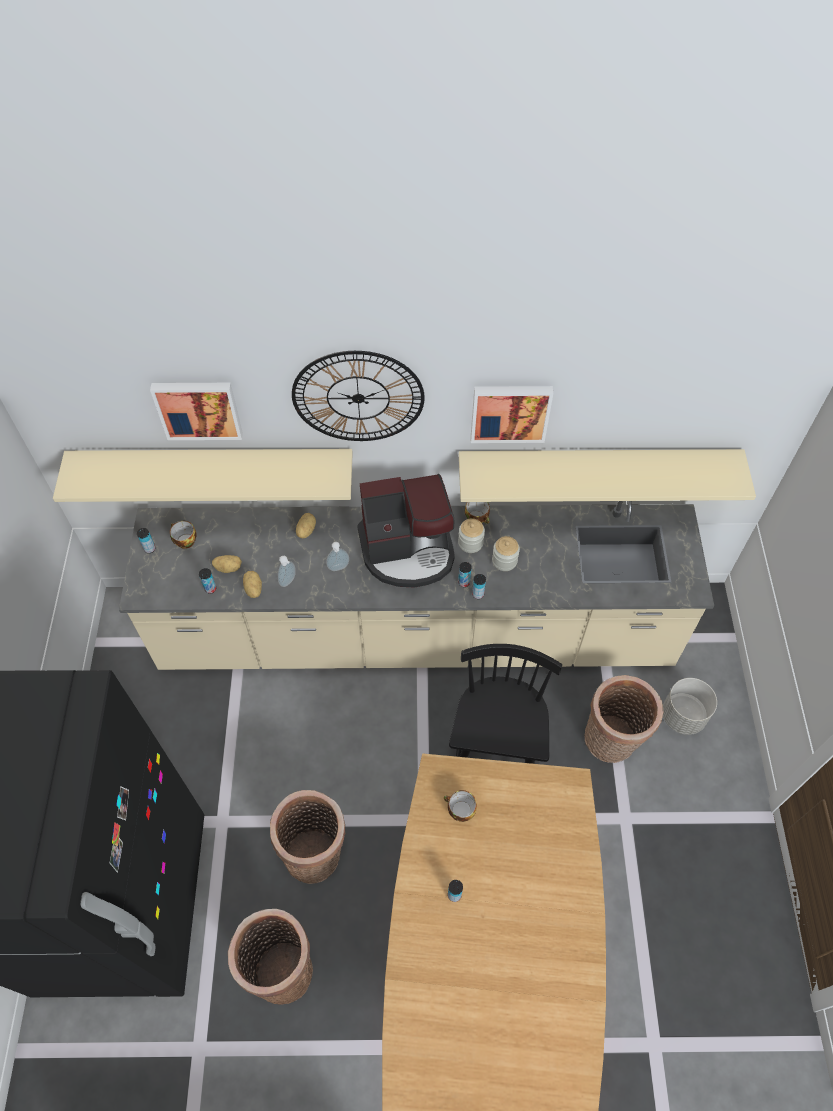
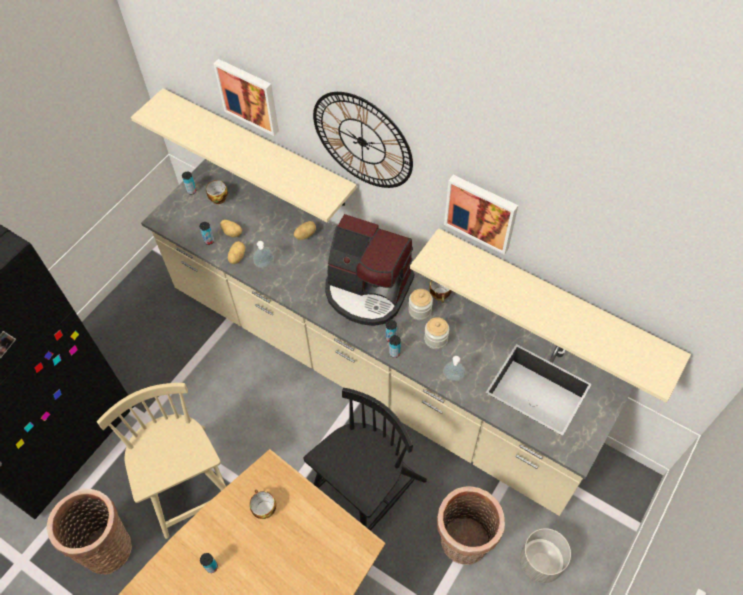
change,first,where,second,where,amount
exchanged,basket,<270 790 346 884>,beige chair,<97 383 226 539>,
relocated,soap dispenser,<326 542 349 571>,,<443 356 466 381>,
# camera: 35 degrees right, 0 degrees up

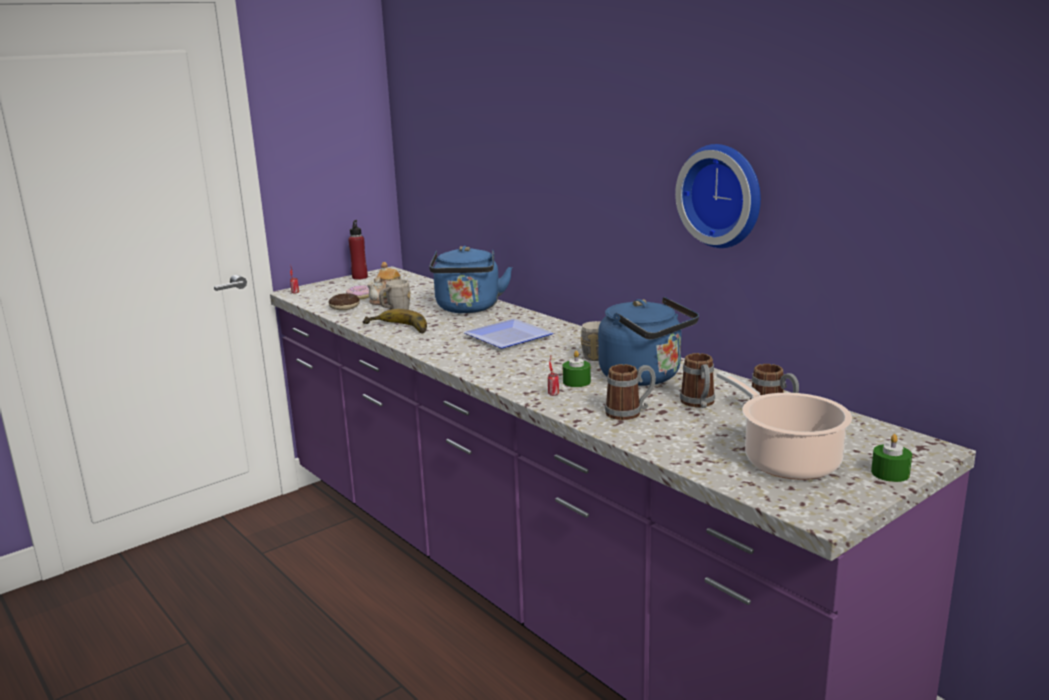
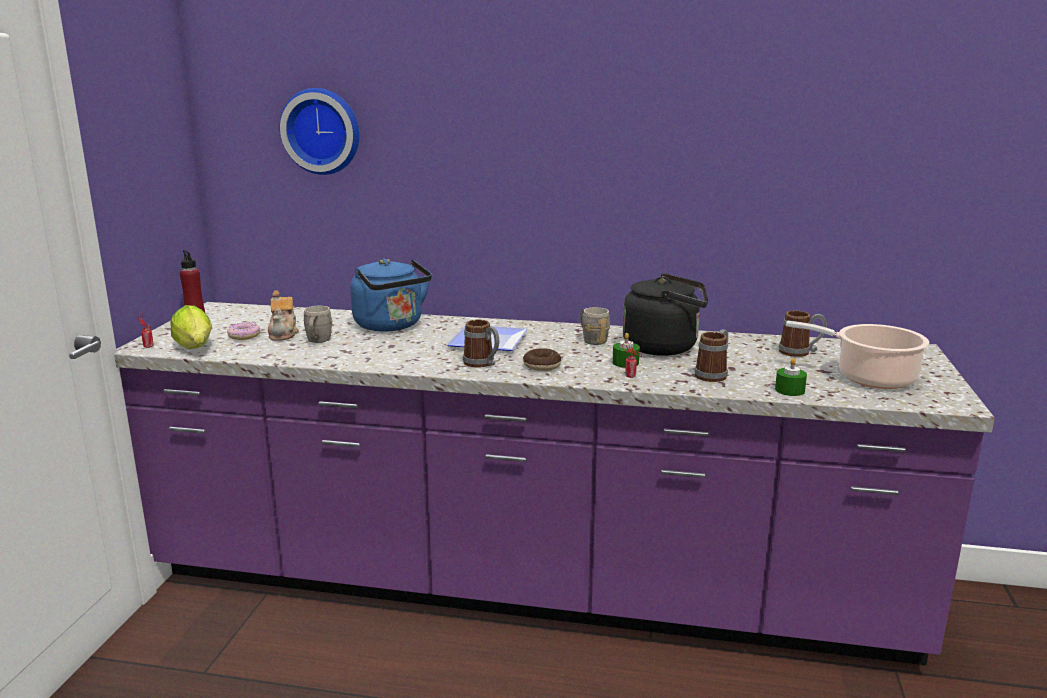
change,first,where,second,where,amount
relocated,donut,<329 293 360 310>,,<523 348 561 371>,
missing,banana,<363 309 427 334>,,,
colour,blue kettle,<598 297 699 386>,black kettle,<623 273 708 356>,
relocated,wall clock,<675 144 761 248>,,<280 88 359 175>,
relocated,mug,<680 353 715 408>,,<463 320 499 368>,
relocated,green candle,<871 434 912 482>,,<775 358 807 396>,
appeared,,,lettuce,<170 305 212 349>,
# camera: 40 degrees left, 0 degrees up

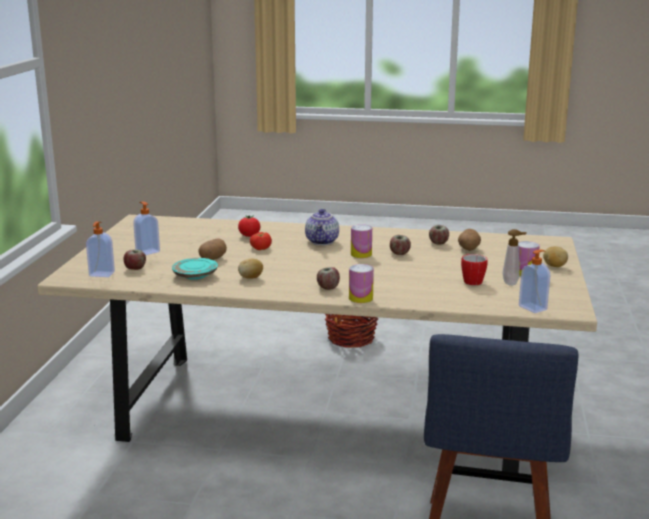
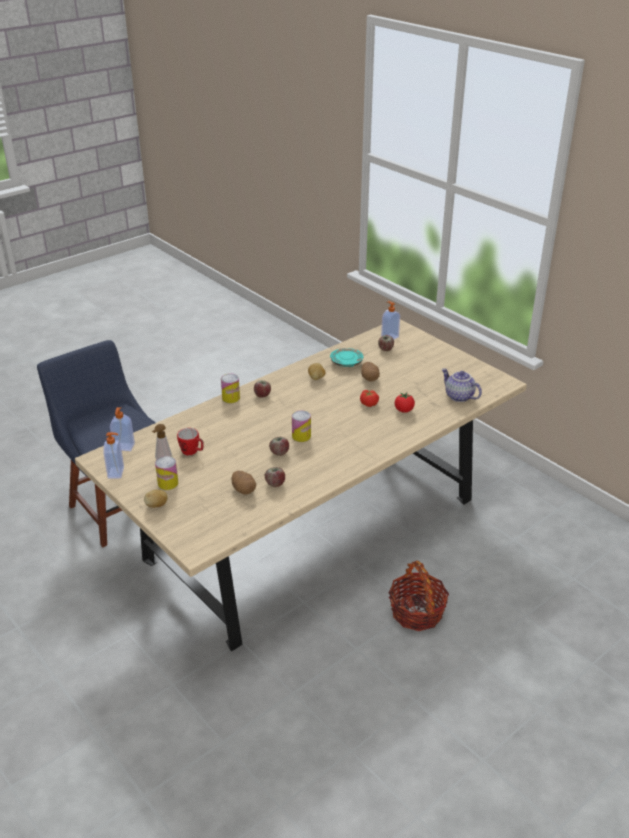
change,first,where,second,where,amount
relocated,soap dispenser,<133 202 160 255>,,<103 432 124 478>,
relocated,teapot,<305 209 339 245>,,<441 368 482 402>,
# camera: 130 degrees right, 15 degrees up

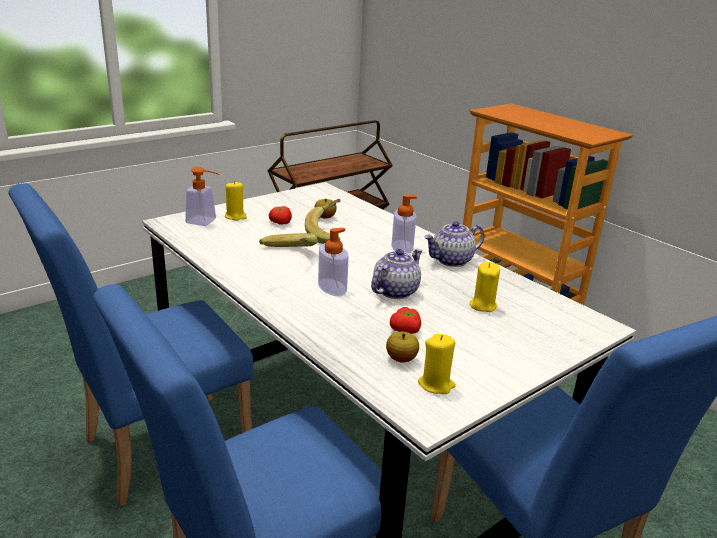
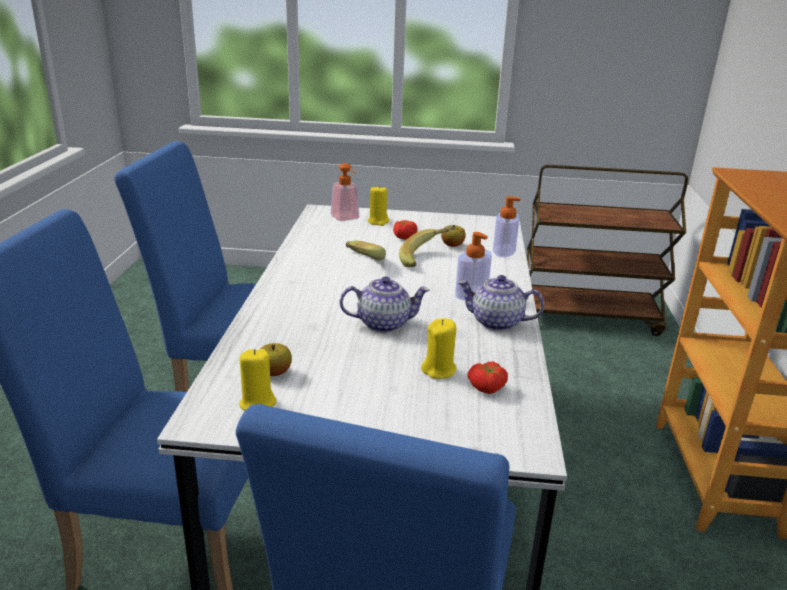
change,first,where,second,where,amount
relocated,soap dispenser,<318 228 349 296>,,<493 196 521 257>,
relocated,tomato,<390 307 421 334>,,<467 362 508 394>,
# camera: 45 degrees right, 0 degrees up

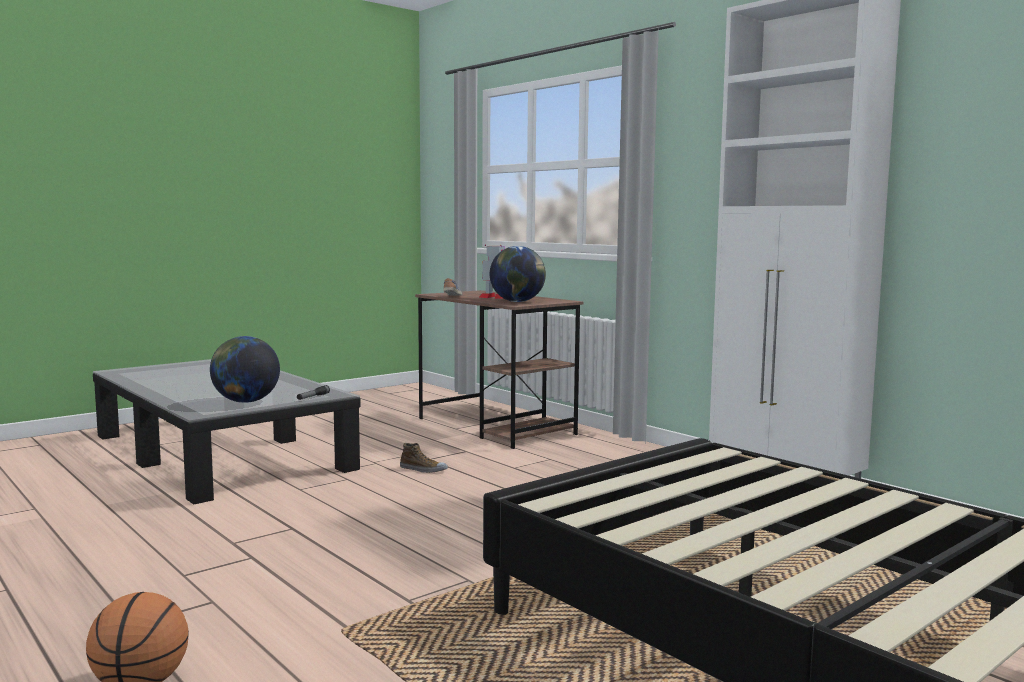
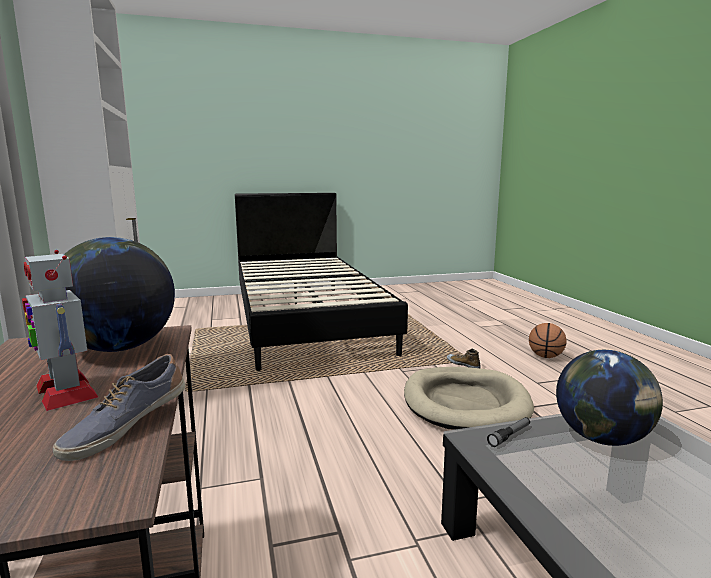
change,first,where,second,where,amount
relocated,shoe,<400 443 448 473>,,<447 349 481 368>,
appeared,,,beige dog bed,<404 367 534 430>,
# camera: 155 degrees left, 5 degrees up

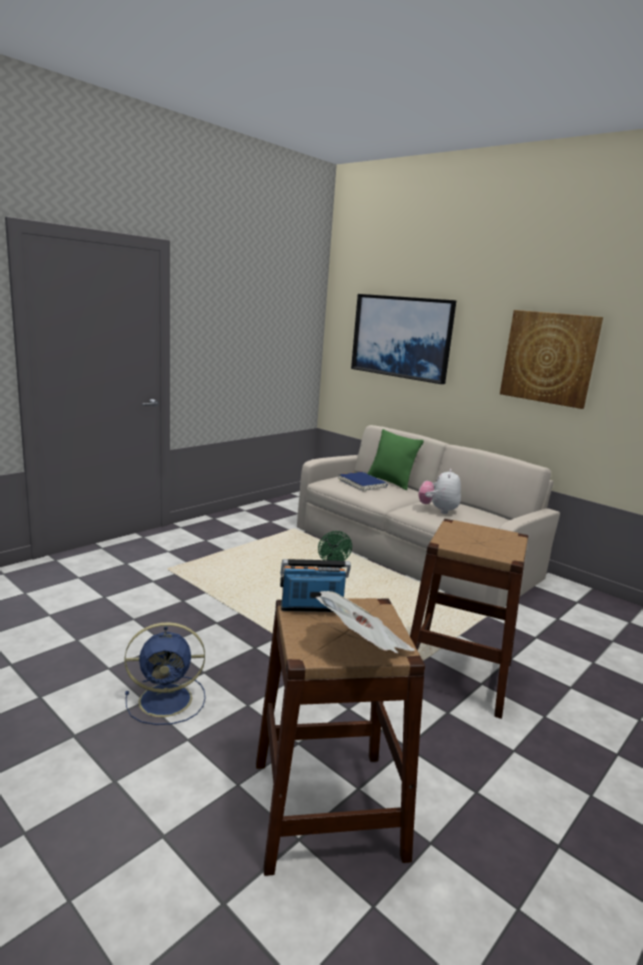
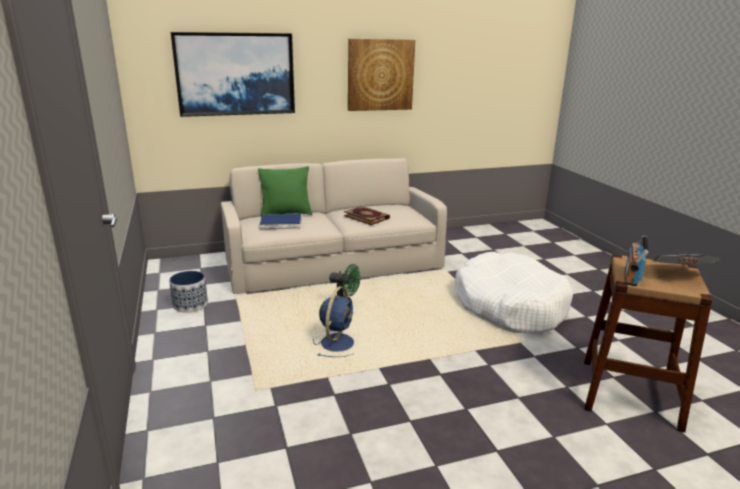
change,first,where,second,where,amount
relocated,blue fan,<124 622 205 725>,,<313 286 354 357>,
exchanged,brown stool,<410 519 528 719>,white dog bed,<455 252 573 334>,
exchanged,plush toy,<419 469 461 514>,book,<344 206 390 225>,
appeared,,,planter,<169 271 208 313>,
# camera: 60 degrees left, 5 degrees up

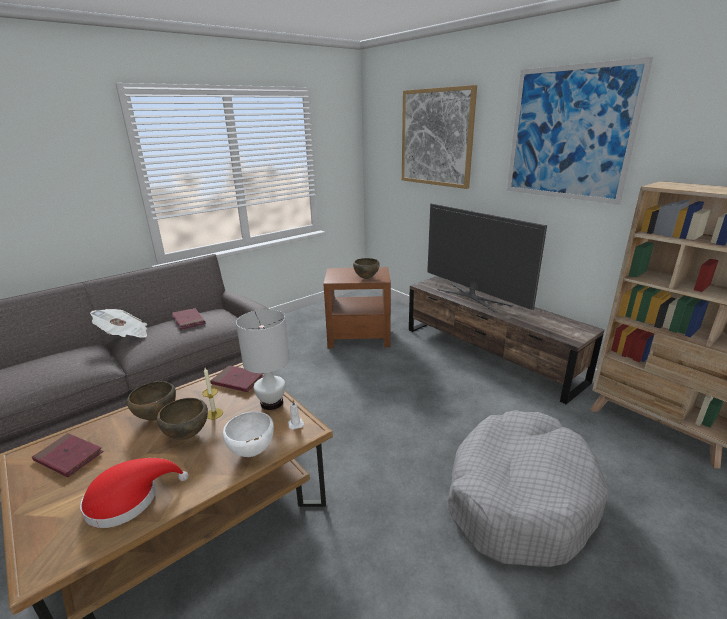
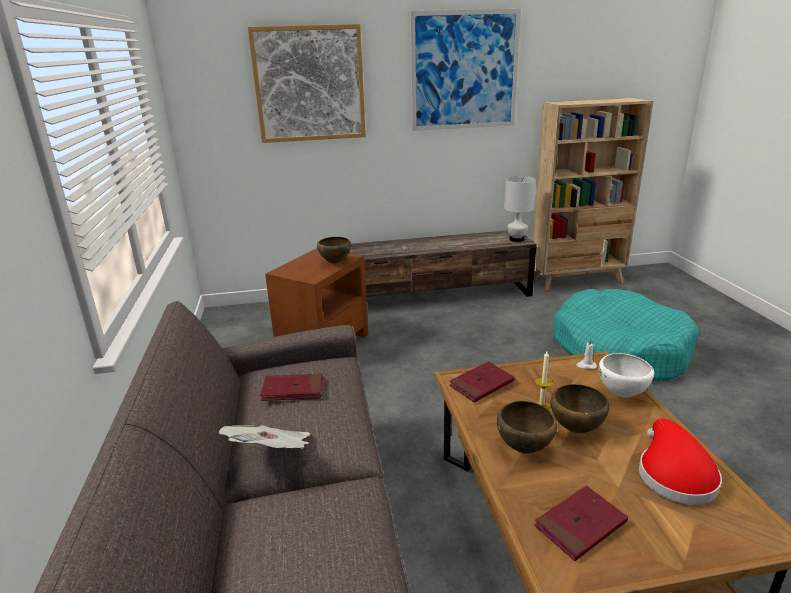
change,first,where,second,where,amount
relocated,white table lamp,<236 309 289 410>,,<504 176 536 242>,
missing,television,<427 203 547 313>,,,
colour,grey dog bed,<448 410 608 567>,turquoise dog bed,<553 289 699 381>,
# camera: 60 degrees left, 0 degrees up

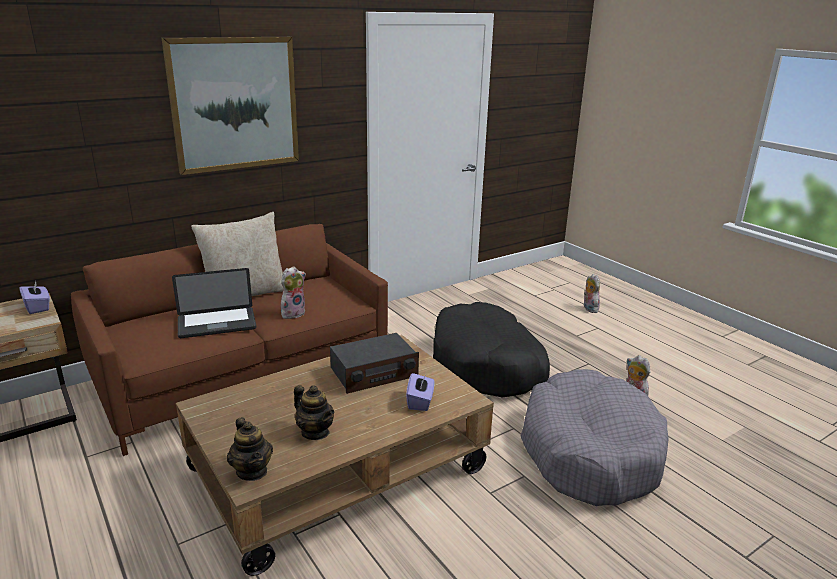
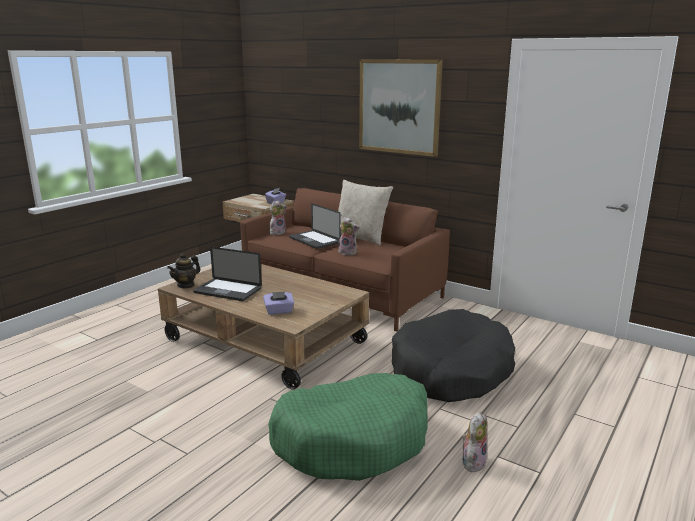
change,first,where,second,where,amount
exchanged,teapot,<294 385 334 440>,laptop,<193 247 262 301>,
missing,radio,<330 333 419 394>,,,
colour,grey dog bed,<520 369 669 506>,green dog bed,<268 373 428 481>,
relocated,plush toy,<584 274 600 313>,,<270 200 287 235>,
# camera: 70 degrees right, 5 degrees down

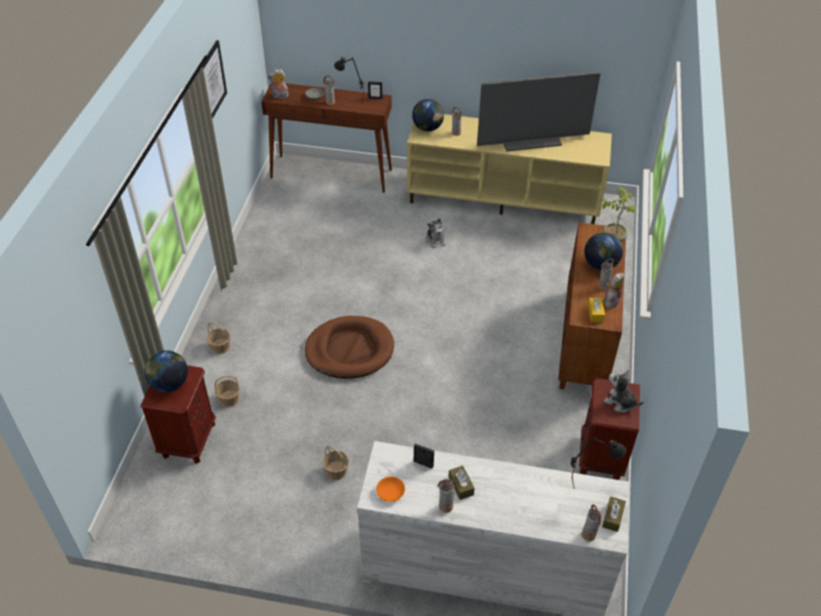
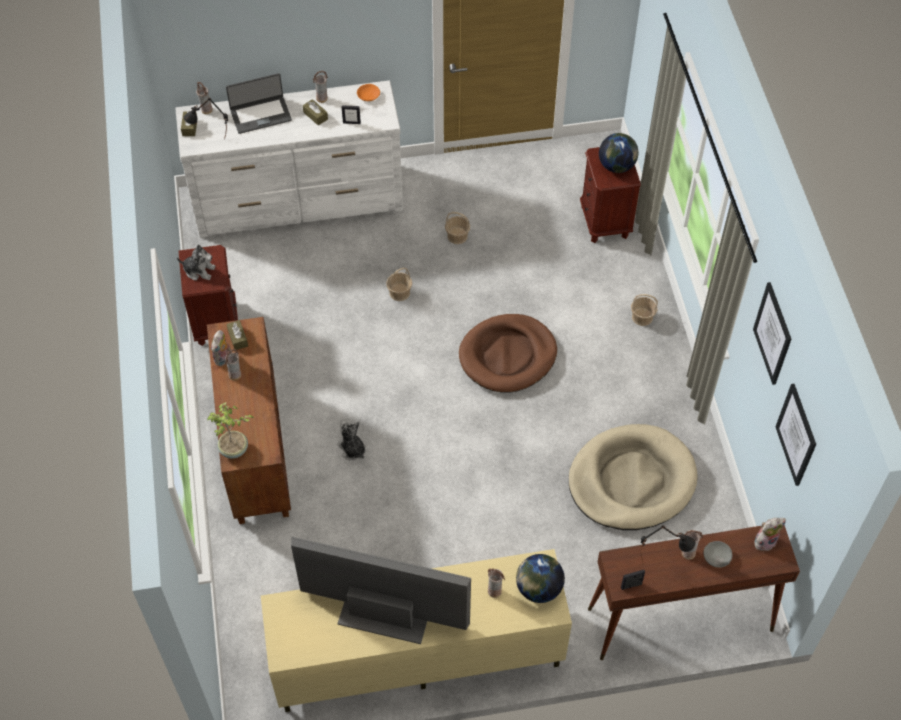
change,first,where,second,where,amount
relocated,basket,<214 375 240 407>,,<386 267 412 301>,
relocated,plush toy,<426 218 446 248>,,<337 421 366 460>,
spun,television,<477 71 601 152>,,<291 537 471 644>,45 degrees clockwise
missing,globe,<584 233 623 270>,,,
colour,yellow tissue box,<588 298 605 322>,brown tissue box,<226 320 248 350>,
appeared,,,laptop,<226 73 292 134>,
appeared,,,beige dog bed,<569 424 697 530>,
appeared,,,picture,<775 384 816 486>,
# camera: 160 degrees right, 10 degrees up

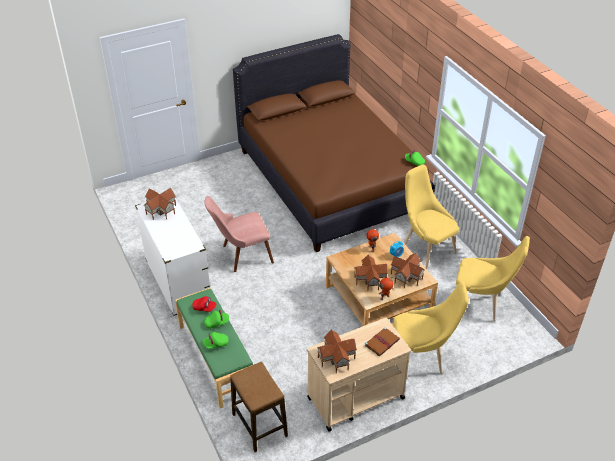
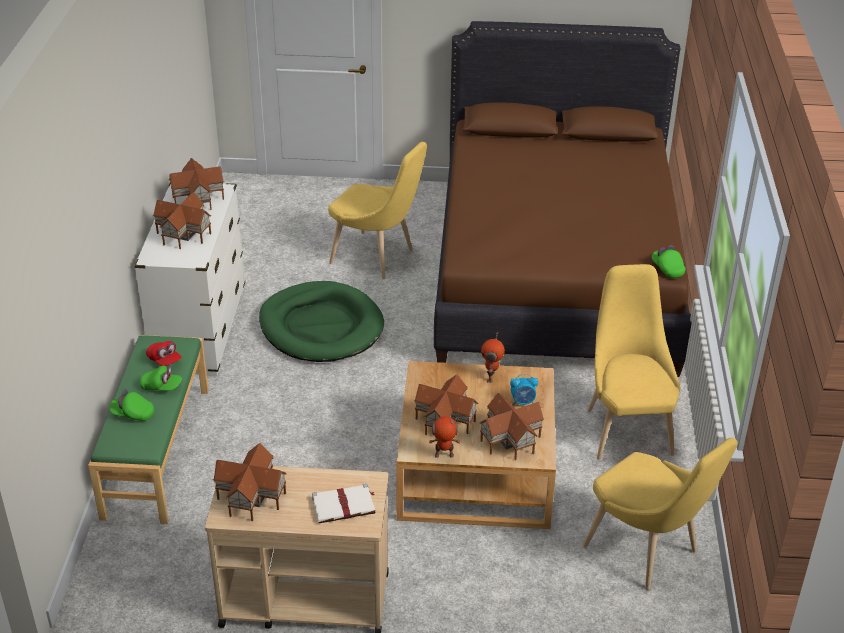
change,first,where,second,where,amount
exchanged,pink chair,<205 196 274 272>,green dog bed,<259 281 384 362>,
missing,stool,<230 362 288 452>,,,
colour,brown book,<365 327 400 356>,white book,<312 484 375 523>,
relocated,yellow chair,<393 281 469 374>,,<328 142 427 279>,
appeared,,,toy house,<153 192 211 249>,
# camera: 30 degrees right, 5 degrees down

